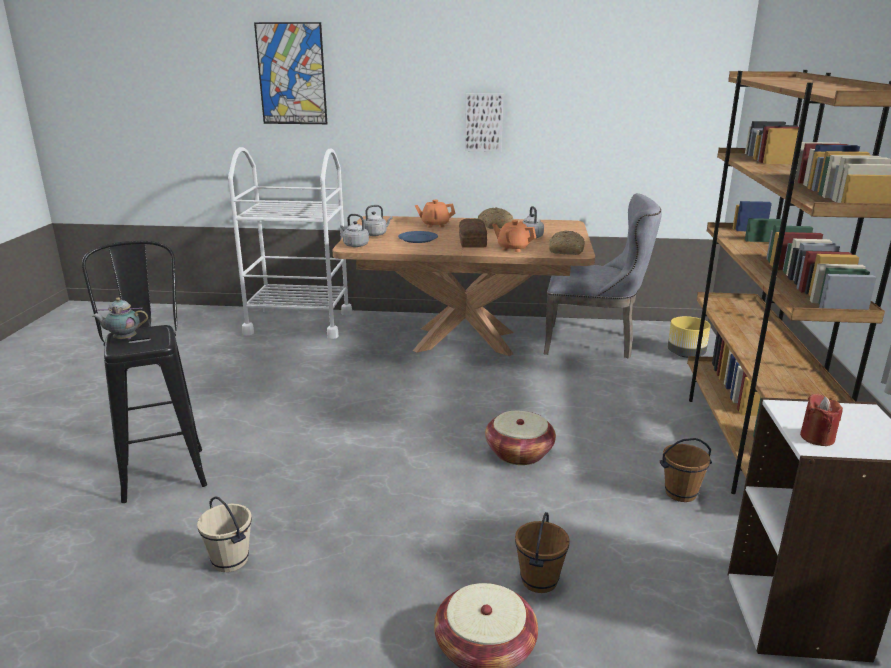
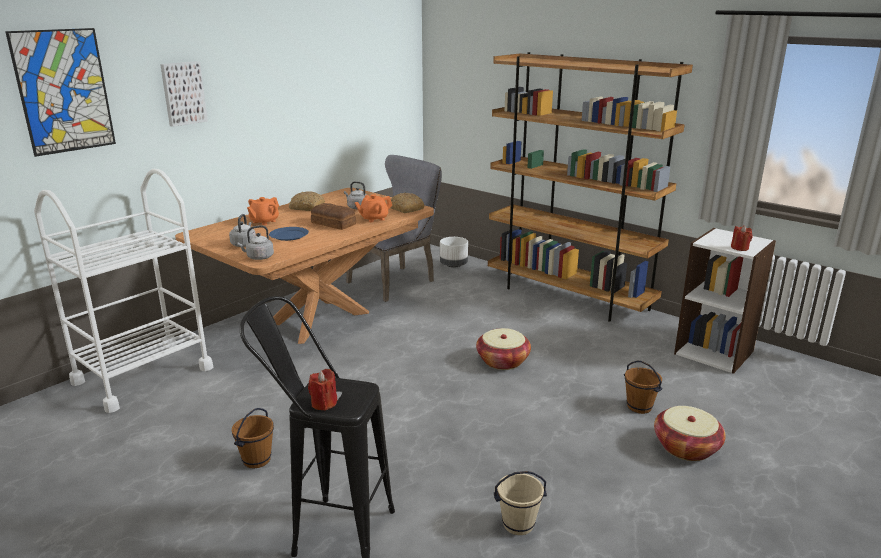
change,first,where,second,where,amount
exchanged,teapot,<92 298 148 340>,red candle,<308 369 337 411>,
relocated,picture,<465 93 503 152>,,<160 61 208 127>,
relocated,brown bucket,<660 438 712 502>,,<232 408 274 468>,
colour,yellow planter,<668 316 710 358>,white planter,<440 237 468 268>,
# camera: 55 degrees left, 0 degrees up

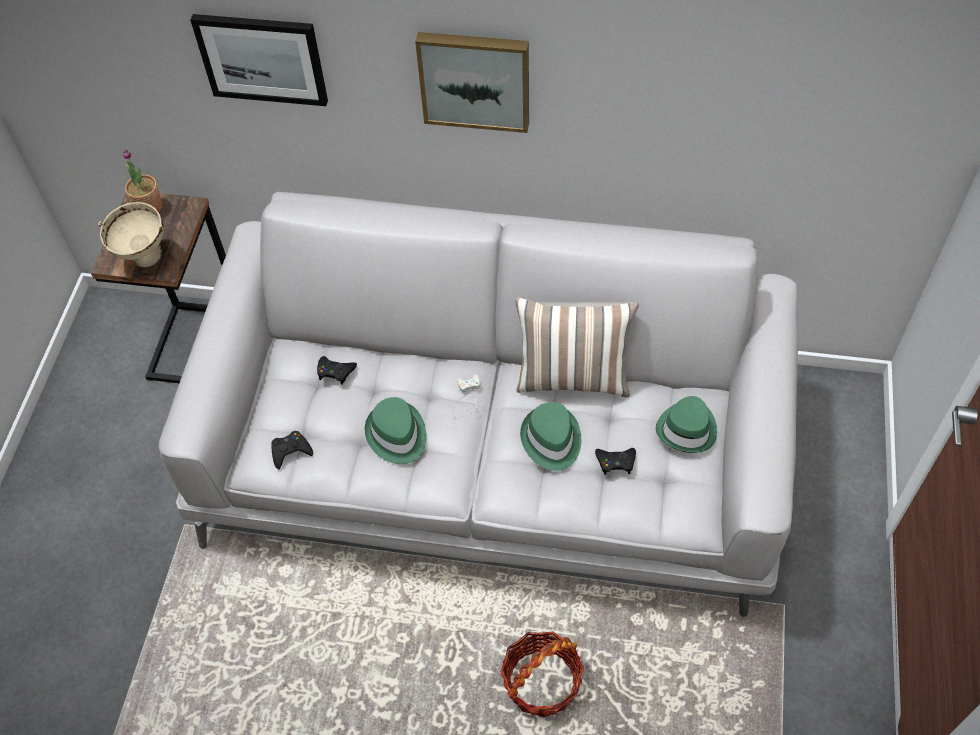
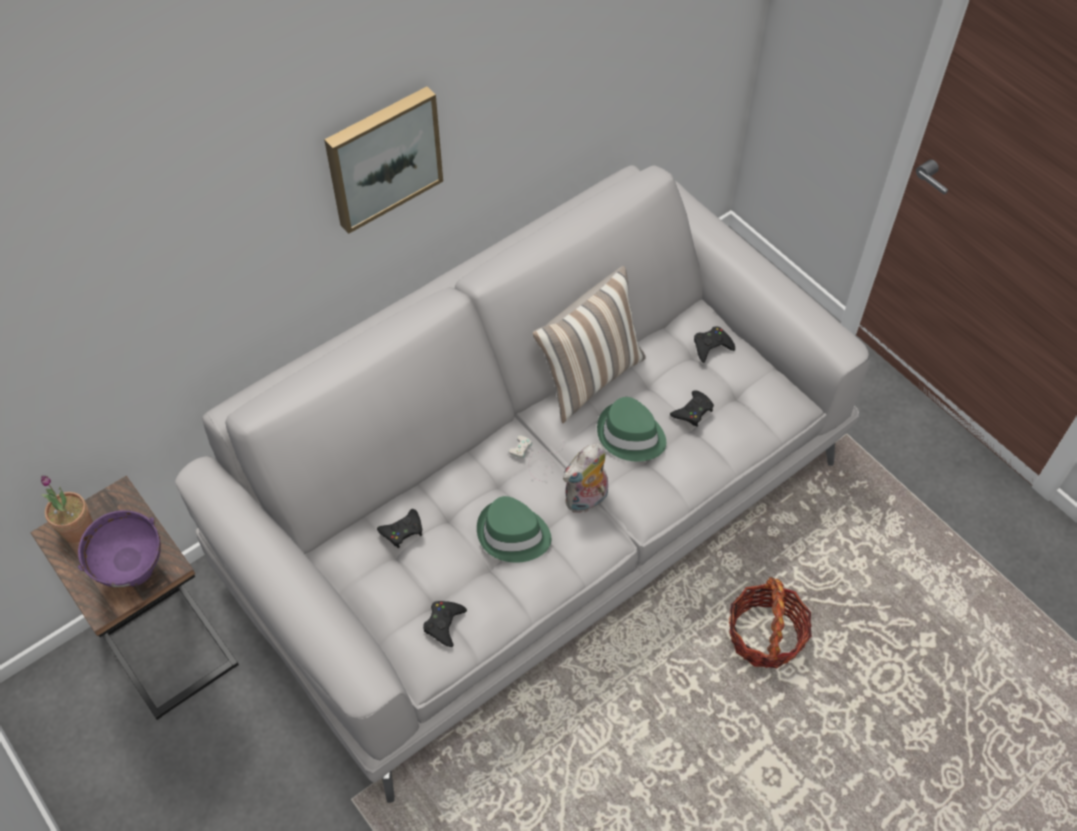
change,first,where,second,where,amount
colour,beige bowl,<98 202 164 267>,purple bowl,<78 510 161 587>,
missing,picture,<190 14 328 106>,,,
exchanged,green hat,<656 396 717 453>,black game controller,<694 326 735 363>,
appeared,,,plush toy,<563 443 608 513>,
# camera: 50 degrees left, 0 degrees up

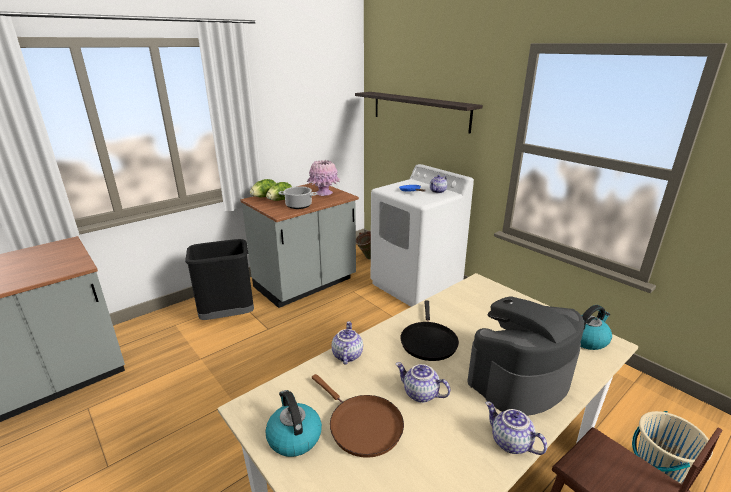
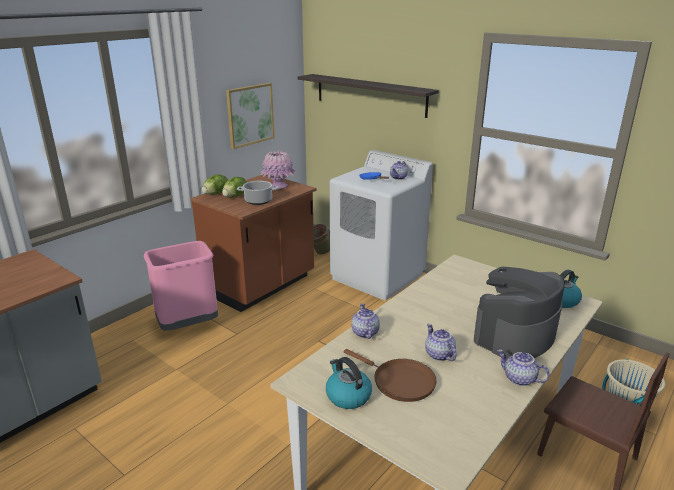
change,first,where,second,where,amount
colour,black trash can,<185 239 254 320>,pink trash can,<144 241 218 331>,
colour,grey counter,<240 183 359 308>,brown counter,<191 174 317 312>,
spun,teapot,<396 362 450 403>,,<425 324 456 361>,45 degrees clockwise
missing,black frying pan,<400 301 459 361>,,,
appeared,,,picture,<226 83 275 149>,
# camera: 10 degrees left, 0 degrees up

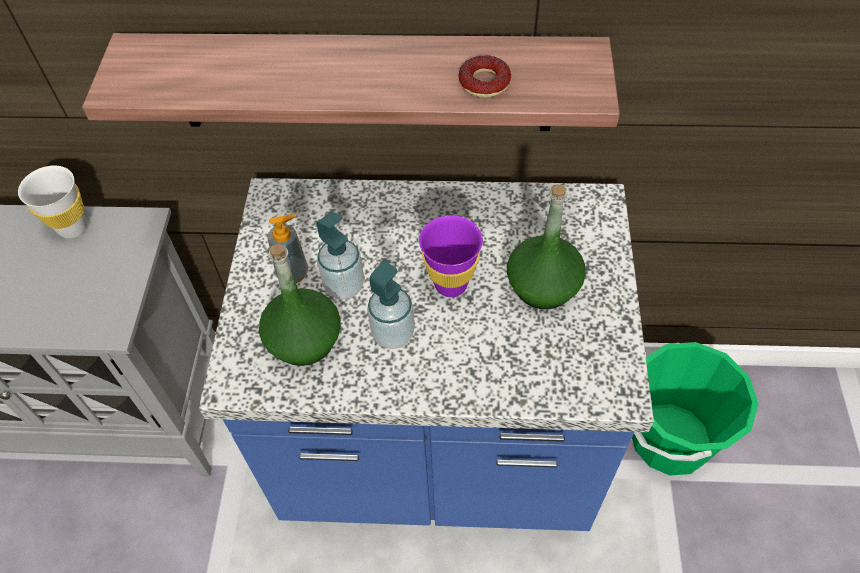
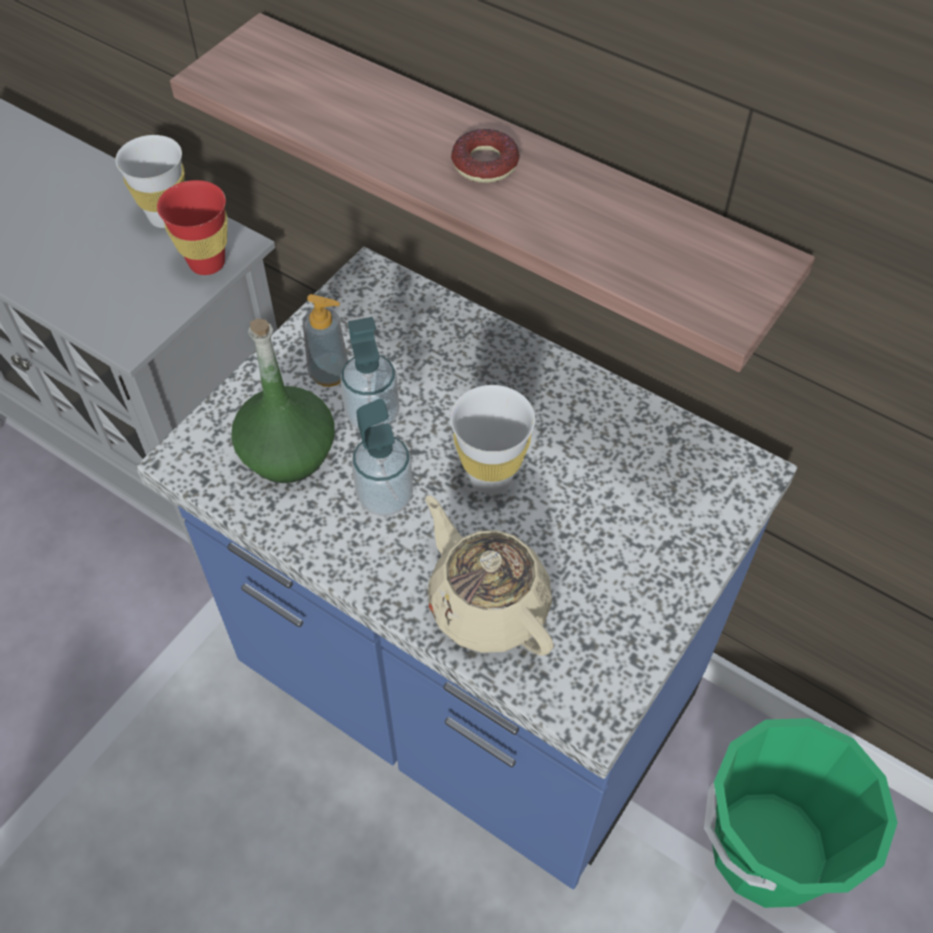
change,first,where,second,where,amount
colour,purple cup,<419 215 483 297>,white cup,<450 385 535 494>,
relocated,donut,<459 55 511 98>,,<451 129 519 183>,
missing,green bottle,<507 185 586 309>,,,
appeared,,,red cup,<157 180 227 275>,
appeared,,,beige teapot,<425 495 554 656>,
# camera: 30 degrees right, 0 degrees up

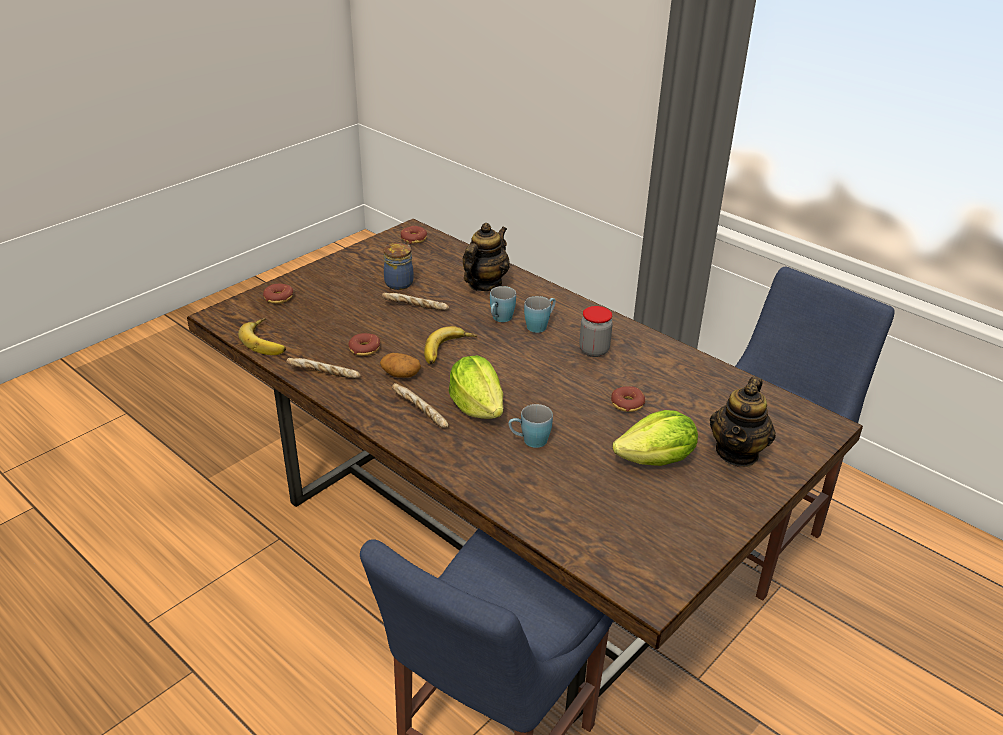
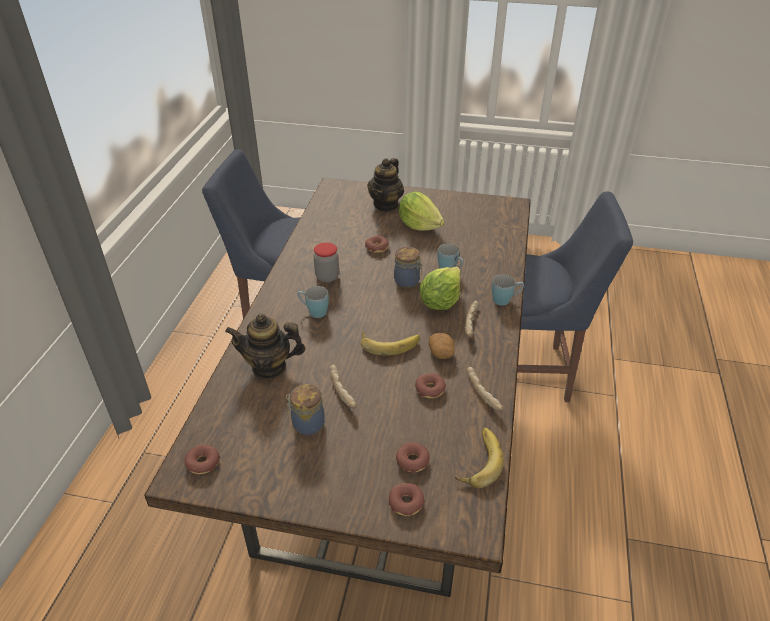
change,first,where,second,where,amount
relocated,blue mug,<490 286 516 322>,,<492 274 524 306>,
spun,teapot,<710 376 776 467>,,<367 158 404 211>,120 degrees clockwise
appeared,,,jar,<394 247 422 288>,
appeared,,,donut,<396 442 430 474>,
# camera: 120 degrees left, 5 degrees up

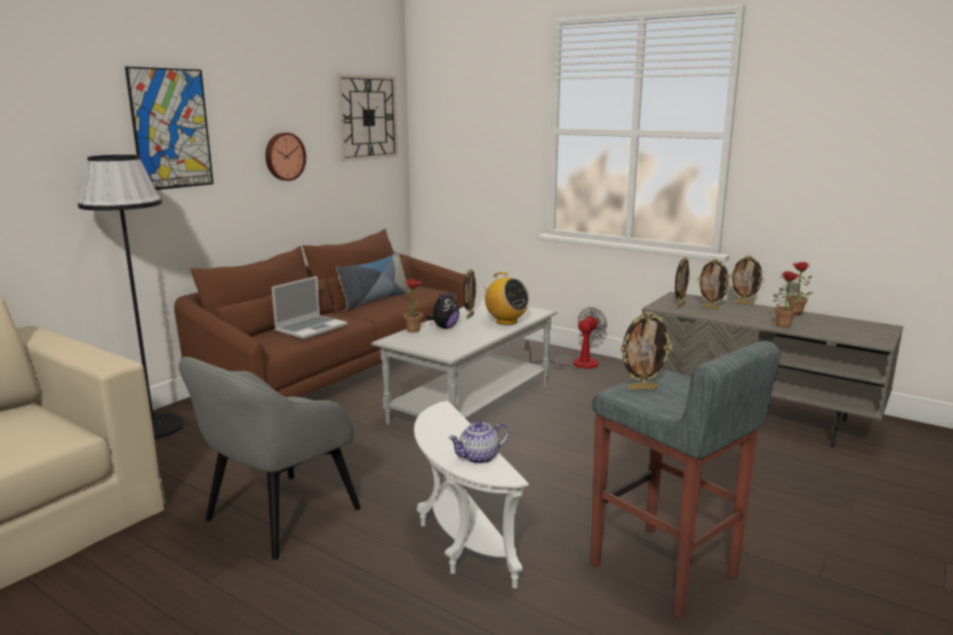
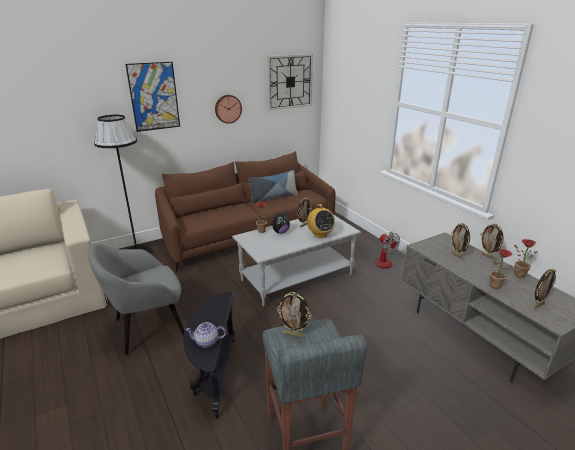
change,first,where,second,where,amount
missing,laptop,<272 276 348 339>,,,
colour,white side table,<414 401 529 589>,black side table,<183 291 235 418>,
spun,fan,<525 307 607 370>,,<375 232 400 269>,90 degrees clockwise
relocated,picture frame,<675 257 690 308>,,<534 268 556 308>,
# camera: 25 degrees right, 10 degrees up

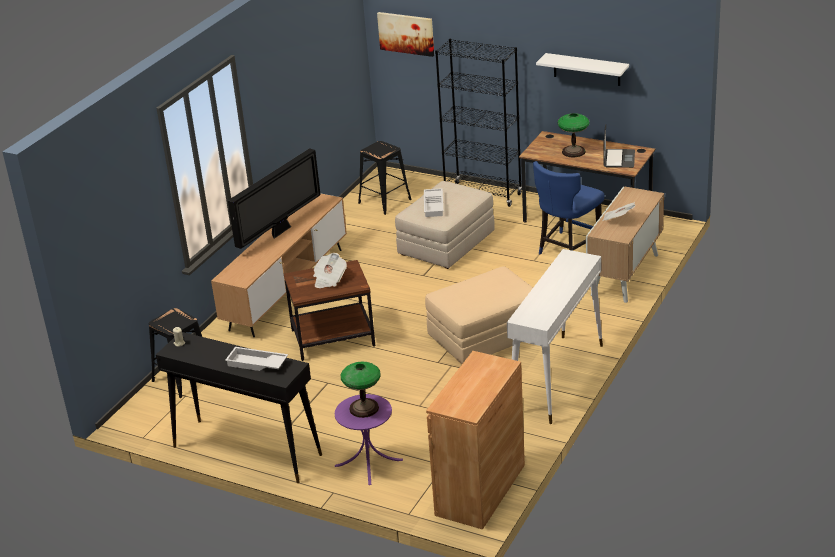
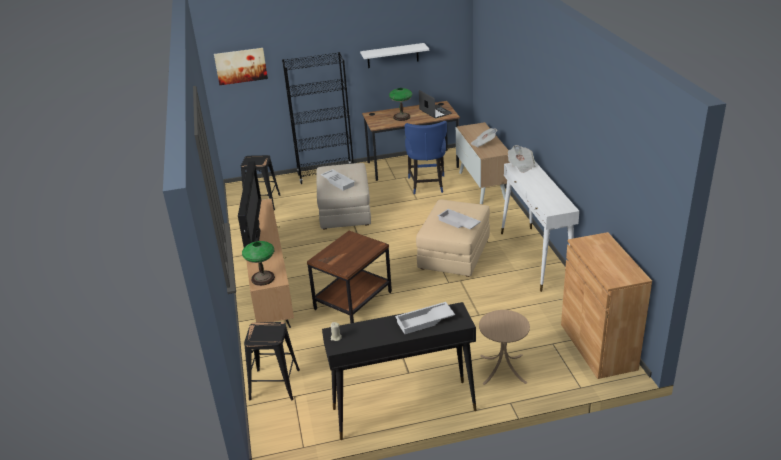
change,first,where,second,where,amount
relocated,newspaper,<313 253 347 288>,,<508 145 535 173>,
colour,purple side table,<335 394 403 485>,beige side table,<479 310 530 385>,
relocated,table lamp,<341 362 381 418>,,<242 241 275 286>,
appeared,,,white tray,<438 209 481 230>,
# camera: 40 degrees left, 0 degrees up

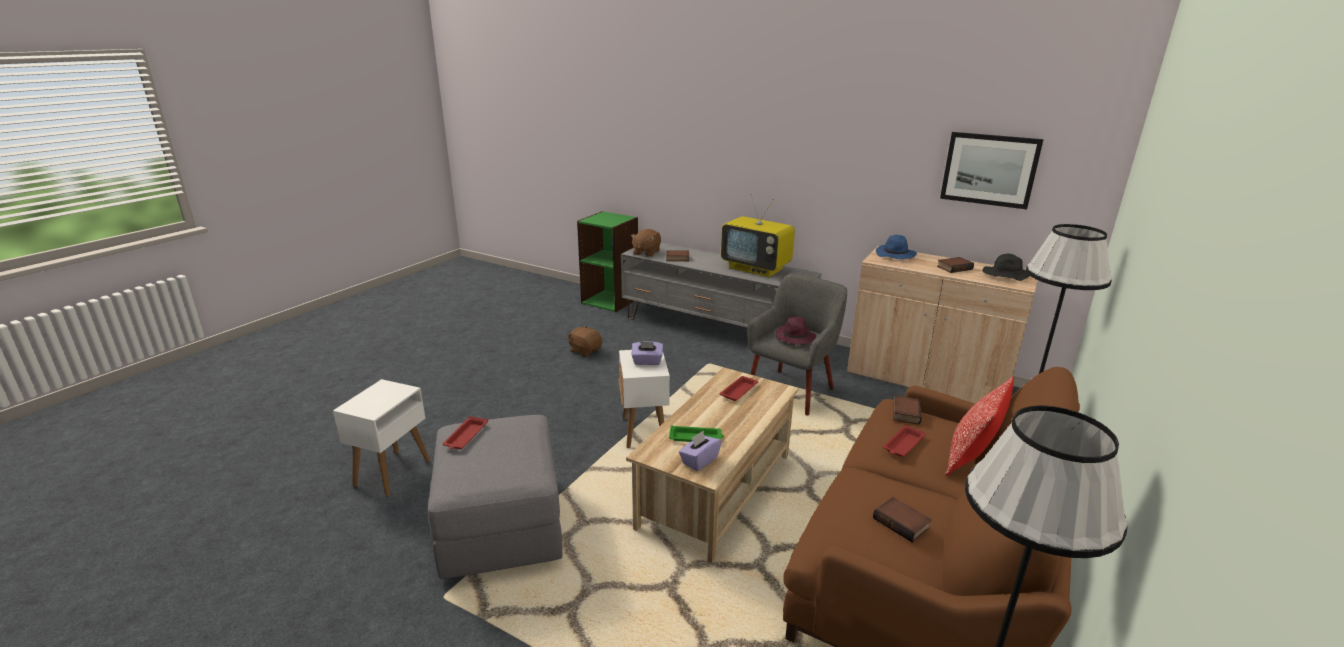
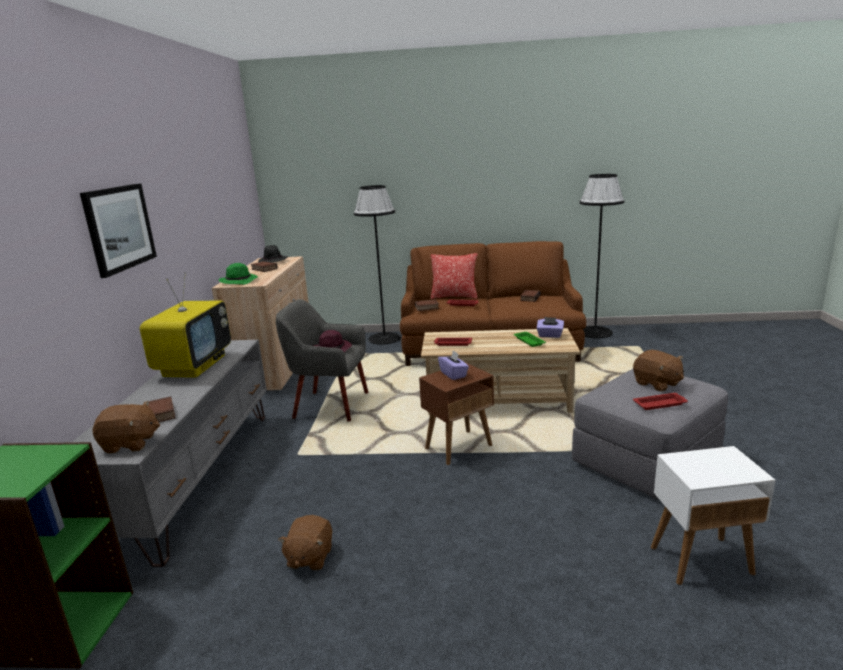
change,first,where,second,where,amount
colour,white side table,<618 350 670 448>,brown side table,<419 362 494 465>,
colour,blue hat,<876 235 917 259>,green hat,<219 263 258 285>,
relocated,picture,<940 132 1044 209>,,<80 183 157 278>,
appeared,,,brown plush toy,<633 350 684 392>,
# camera: 115 degrees left, 5 degrees down

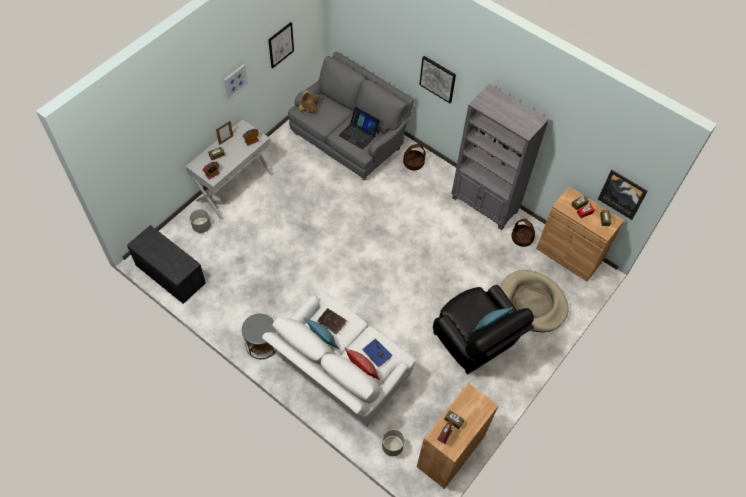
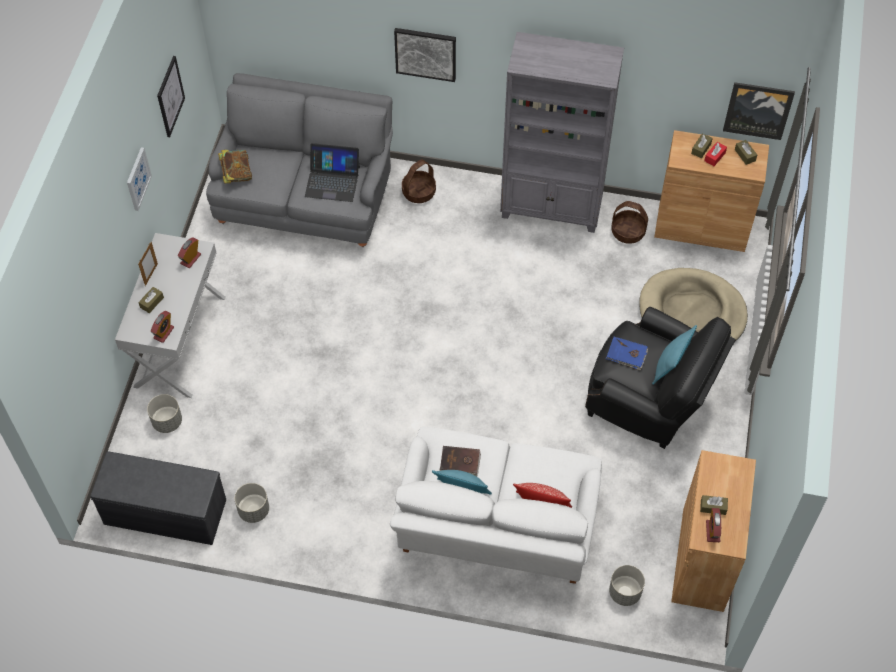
change,first,where,second,where,amount
missing,grey side table,<242 314 276 359>,,,
relocated,blue book,<362 338 392 368>,,<606 337 648 370>,
appeared,,,grey planter,<235 483 269 523>,
# camera: 25 degrees left, 0 degrees up

